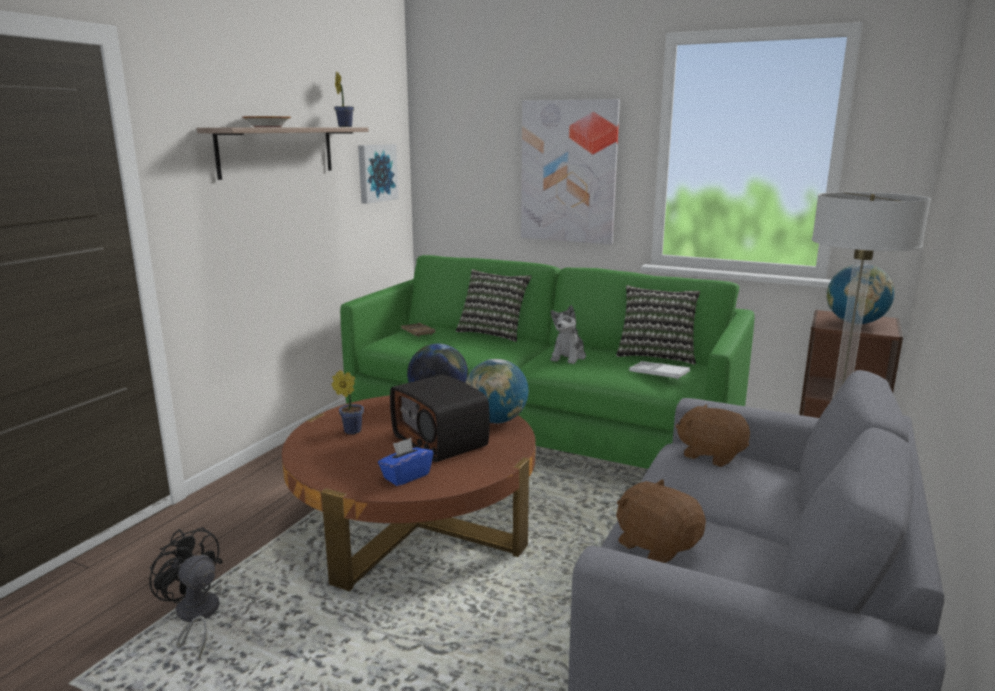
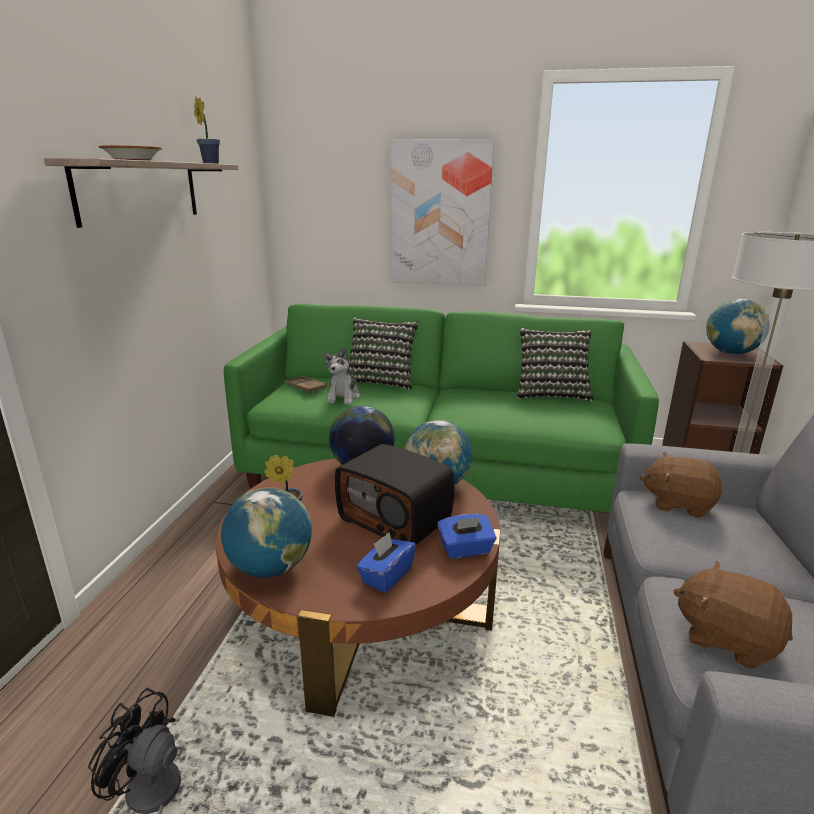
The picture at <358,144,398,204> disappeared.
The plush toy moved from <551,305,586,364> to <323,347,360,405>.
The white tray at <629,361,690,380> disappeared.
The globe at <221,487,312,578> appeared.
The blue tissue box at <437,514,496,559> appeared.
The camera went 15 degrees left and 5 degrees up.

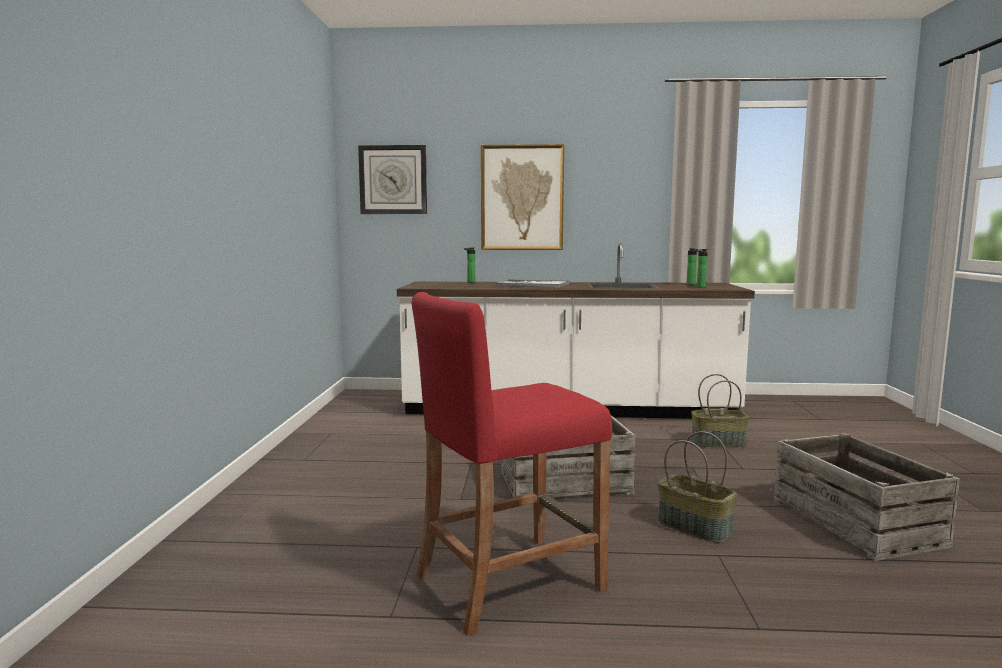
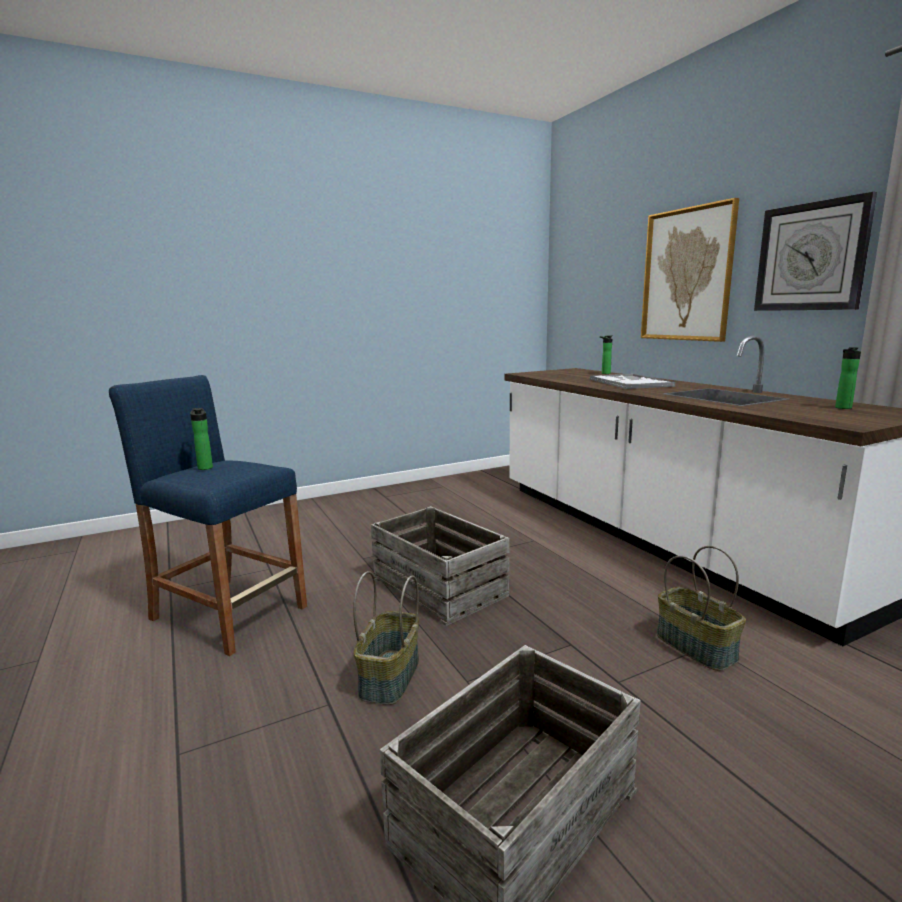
The wall clock moved from <358,145,427,214> to <754,192,877,311>.
The bottle moved from <695,249,708,288> to <190,408,213,470>.
The red stool at <412,292,612,636> became the blue stool at <109,375,307,656>.
The camera went 60 degrees right and 5 degrees up.

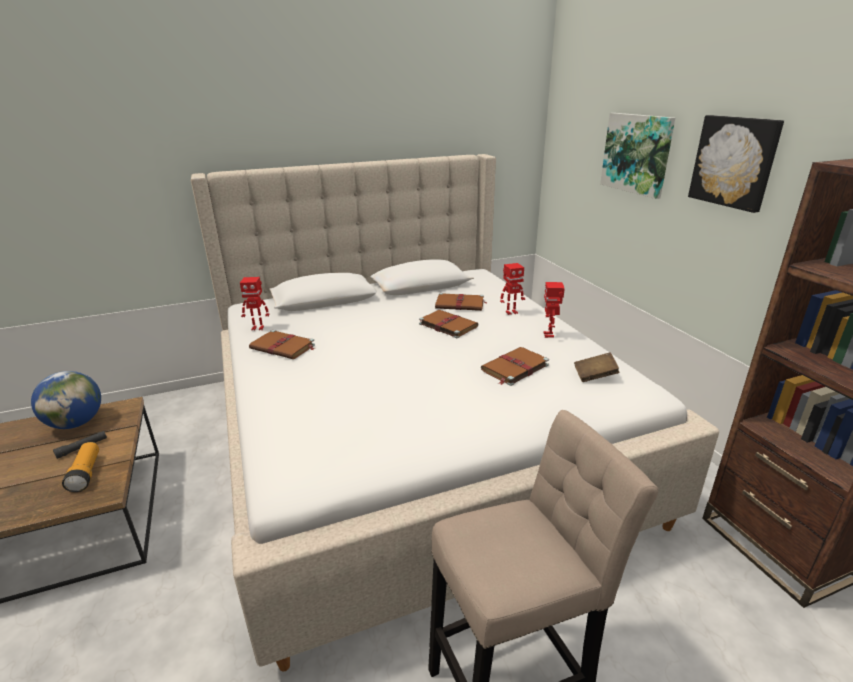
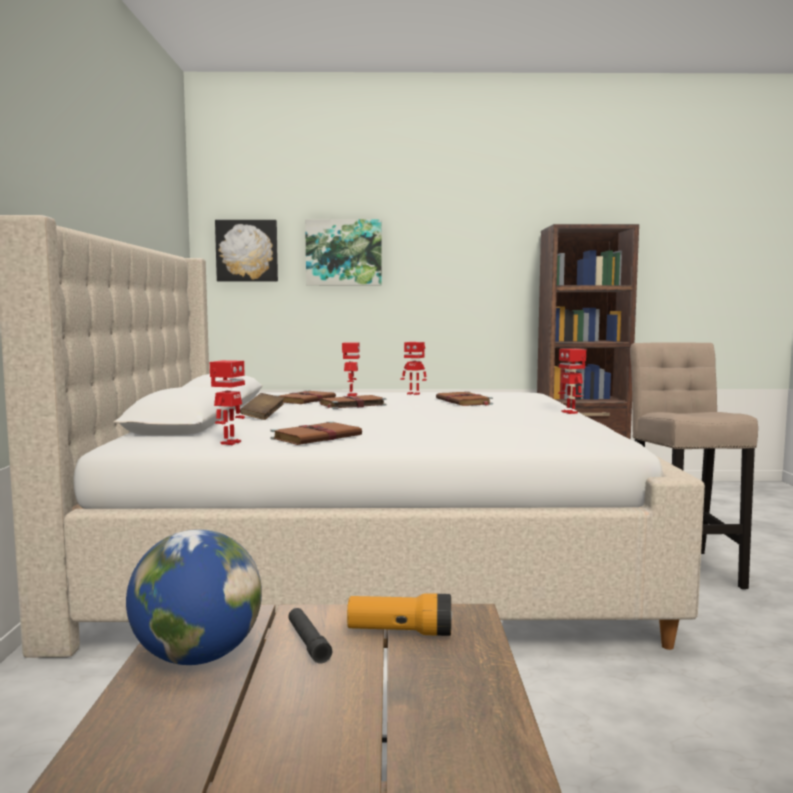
The picture moved from <688,115,784,213> to <215,220,278,282>.
The brown book moved from <574,353,619,382> to <240,393,284,420>.
The toy robot at <558,349,586,414> appeared.
The camera went 70 degrees left and 20 degrees down.

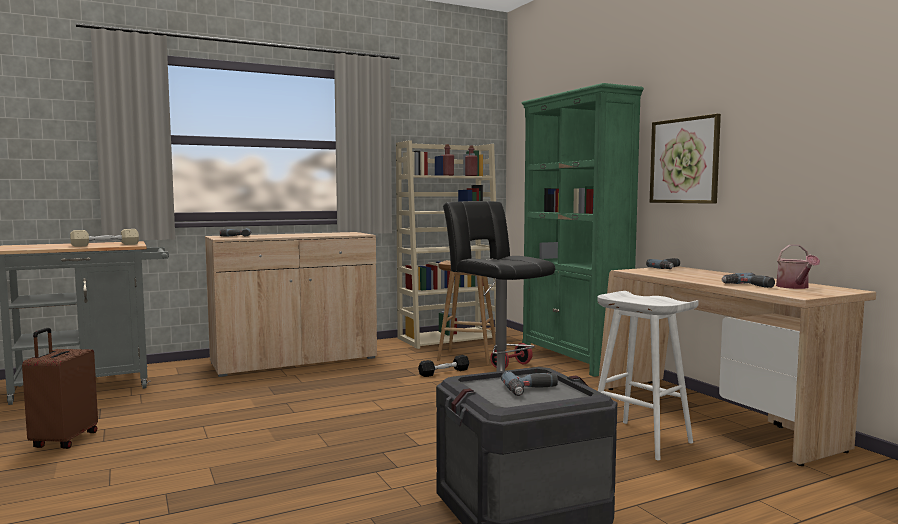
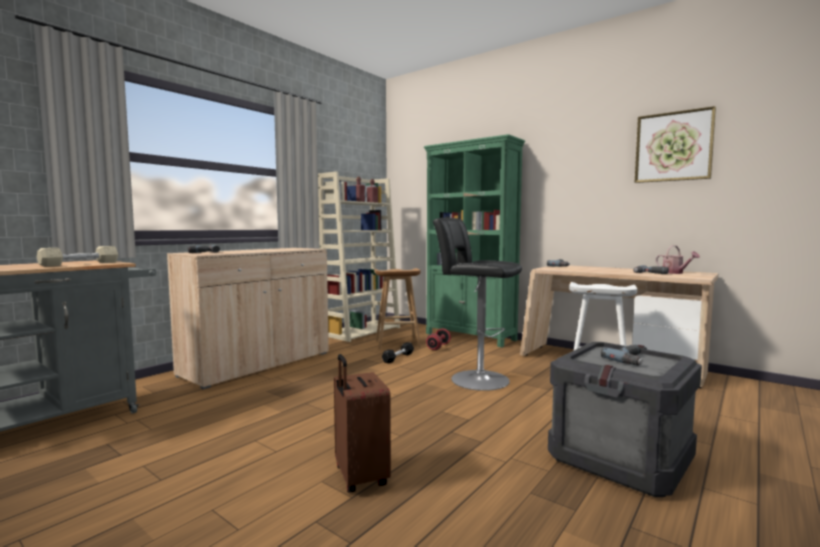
The picture moved from <650,114,721,204> to <635,106,716,183>.
The brown suitcase moved from <22,328,98,449> to <334,354,391,493>.
The camera went 25 degrees left and 0 degrees up.

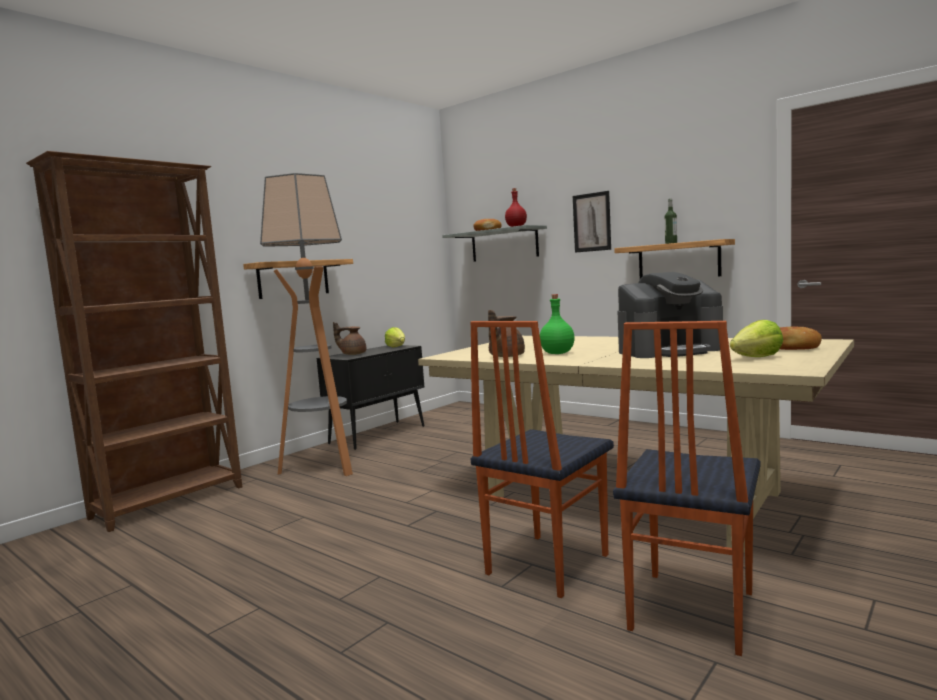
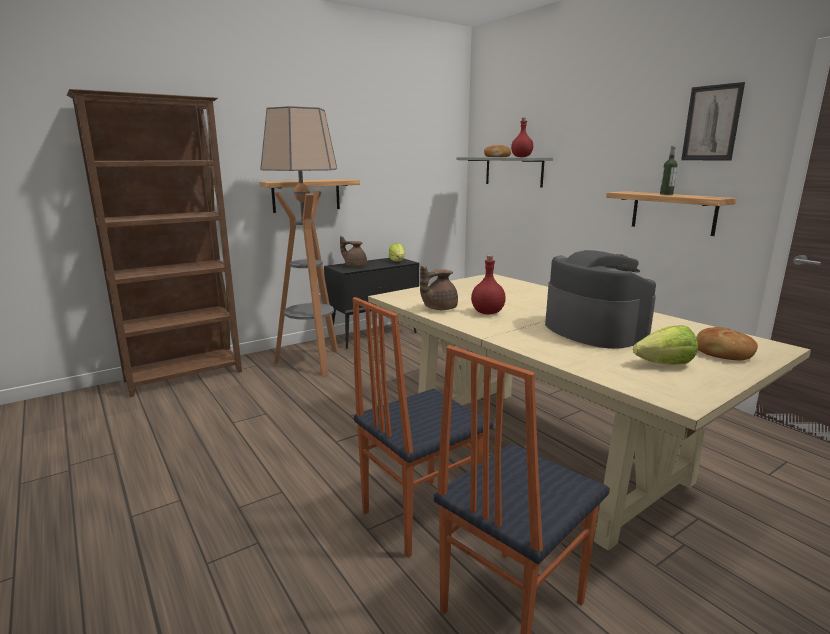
The picture moved from <573,191,611,253> to <681,82,745,161>.
The coffee machine at <617,272,723,358> turned 120 degrees counterclockwise.
The green bottle at <540,294,575,354> became the red bottle at <471,255,506,315>.
The camera went 15 degrees right and 10 degrees up.

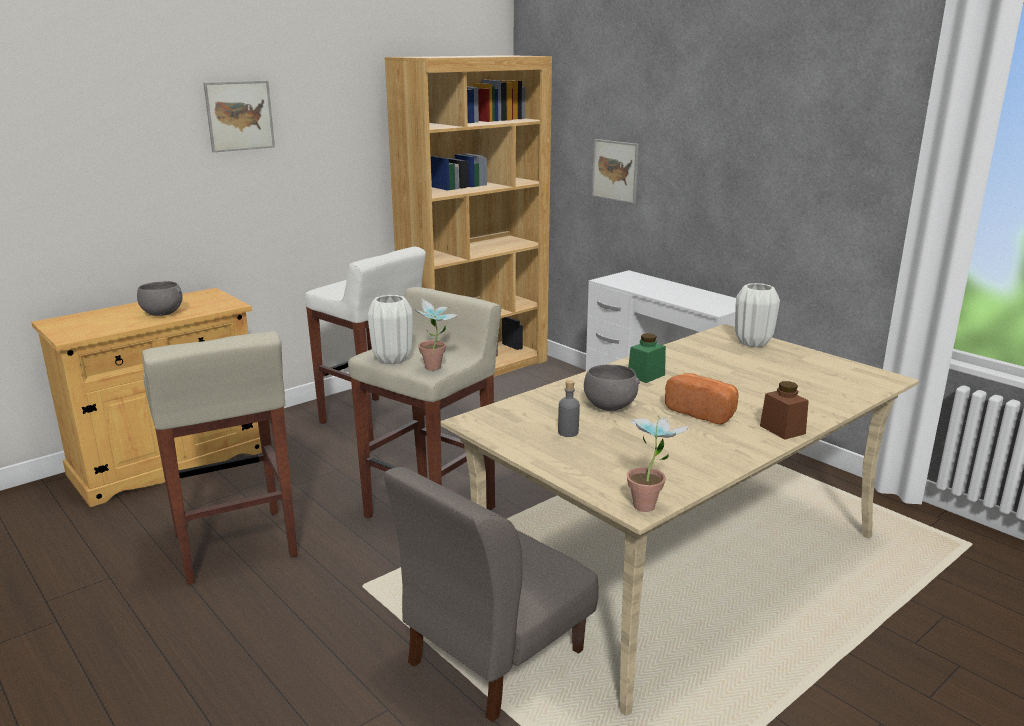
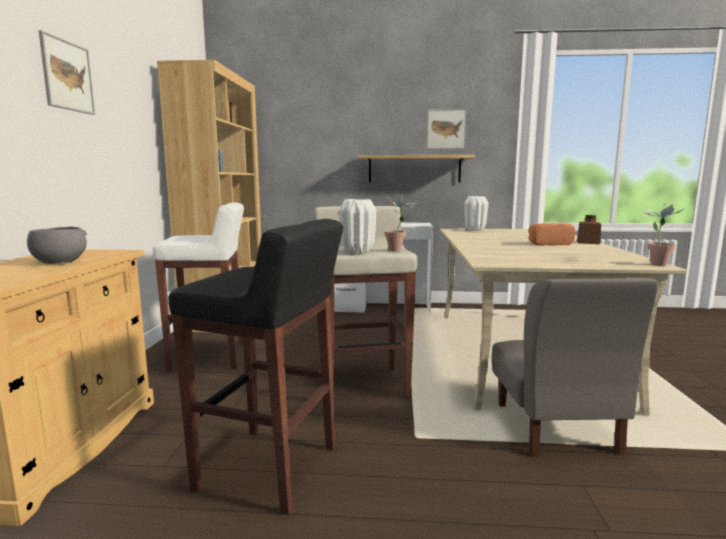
The picture moved from <592,139,639,204> to <427,109,467,149>.
The beige stool at <142,331,298,585> became the black stool at <169,219,343,515>.
The green jar at <628,333,666,383> disappeared.
The grey bowl at <584,365,640,411> disappeared.
The grey bottle at <558,380,580,437> disappeared.
The shelf at <358,155,475,182> appeared.
The camera went 45 degrees left and 10 degrees down.

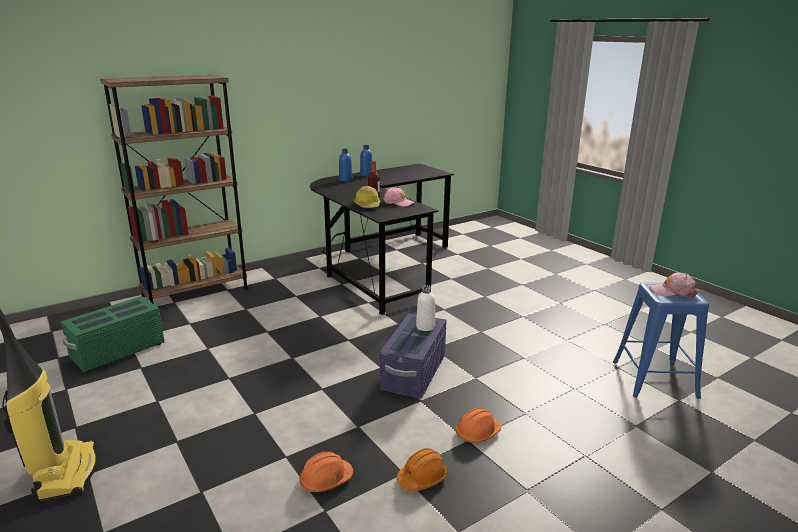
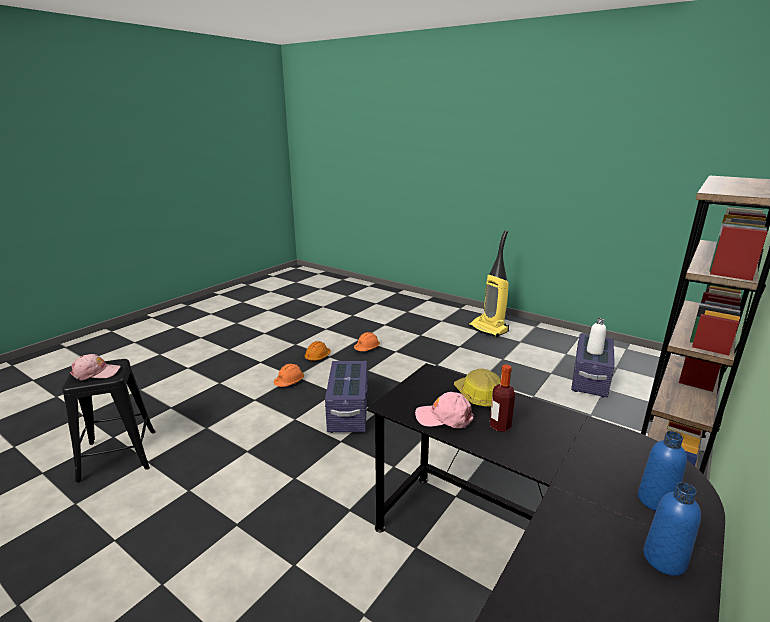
The blue stool at <613,282,709,399> became the black stool at <62,359,156,484>.
The white bottle moved from <416,285,435,331> to <587,318,606,355>.
The green storage box at <61,296,165,372> became the purple storage box at <571,334,614,397>.
The camera went 160 degrees right and 0 degrees up.

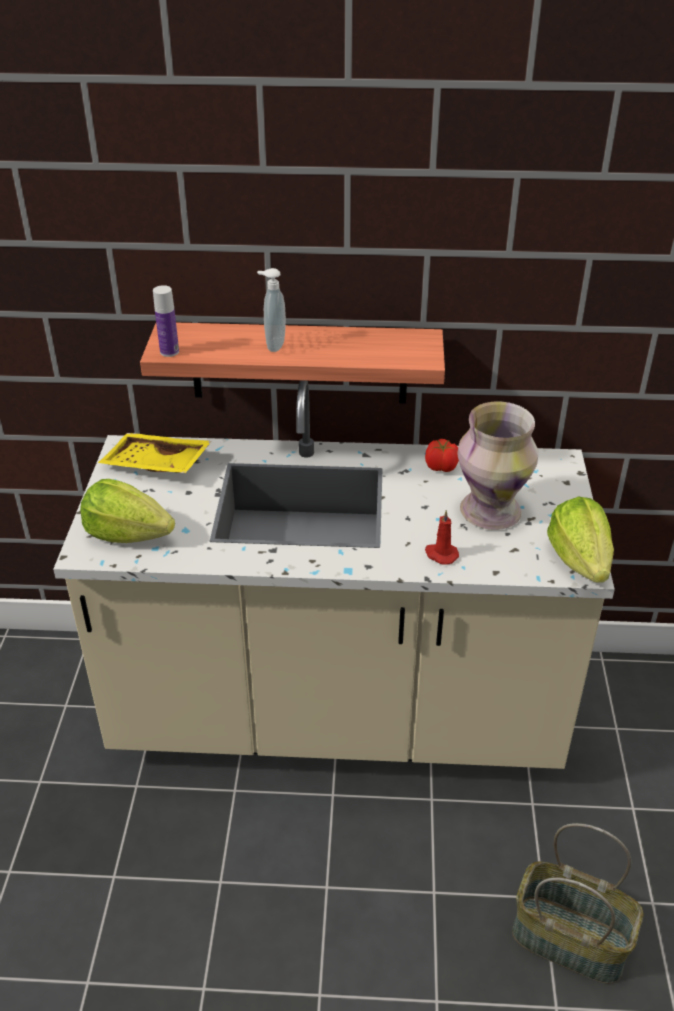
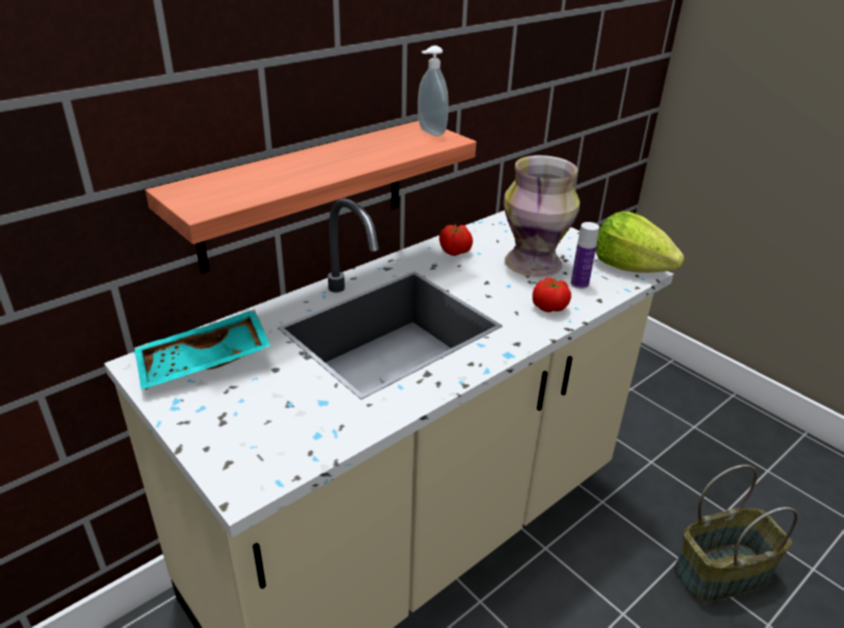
The soap dispenser moved from <257,268,286,352> to <418,45,448,136>.
The bottle moved from <153,285,179,357> to <571,222,599,289>.
The yellow tray at <98,433,212,473> became the turquoise tray at <134,309,271,389>.
The lettuce at <80,479,175,543> disappeared.
The red candle at <425,510,459,565> was replaced by the tomato at <532,278,571,312>.
The camera went 45 degrees left and 5 degrees down.

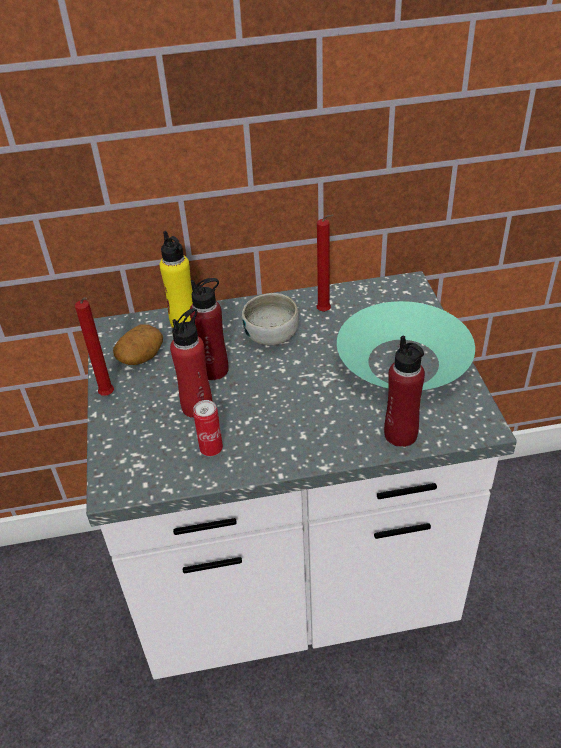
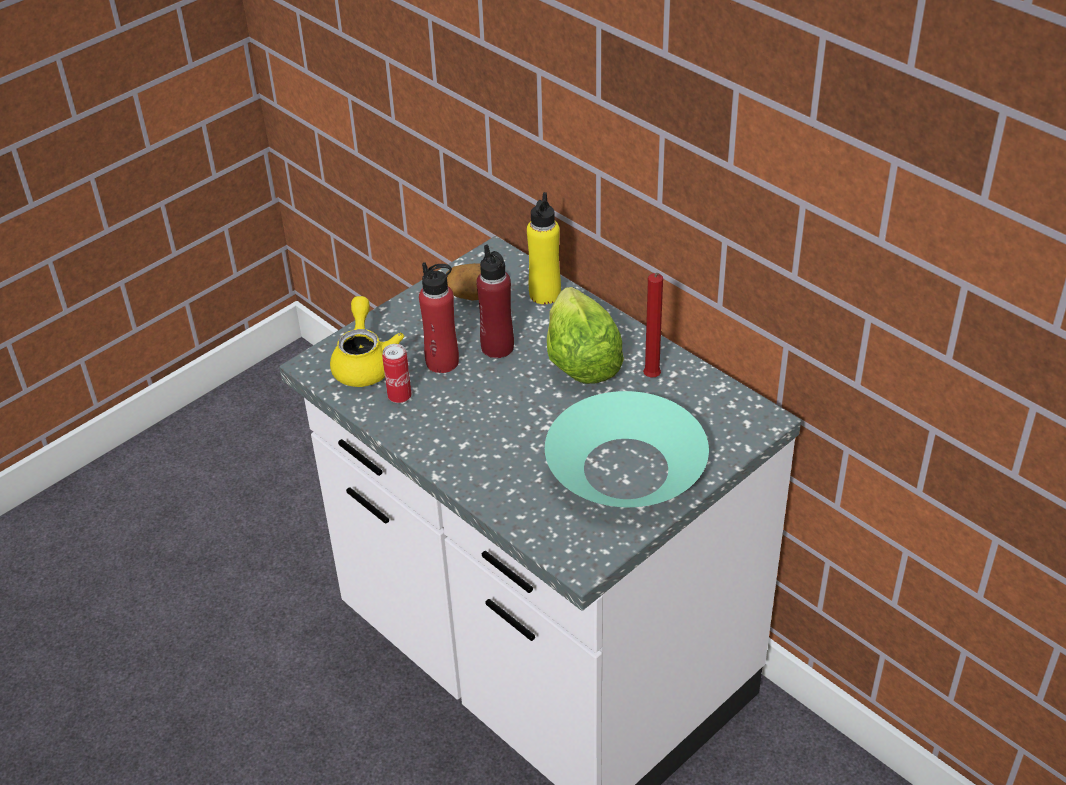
The bowl at <242,293,299,346> was replaced by the lettuce at <547,287,624,384>.
The red candle at <75,297,114,396> disappeared.
The red bottle at <384,335,425,447> disappeared.
The yellow teapot at <330,296,404,387> appeared.
The camera went 55 degrees right and 0 degrees up.

